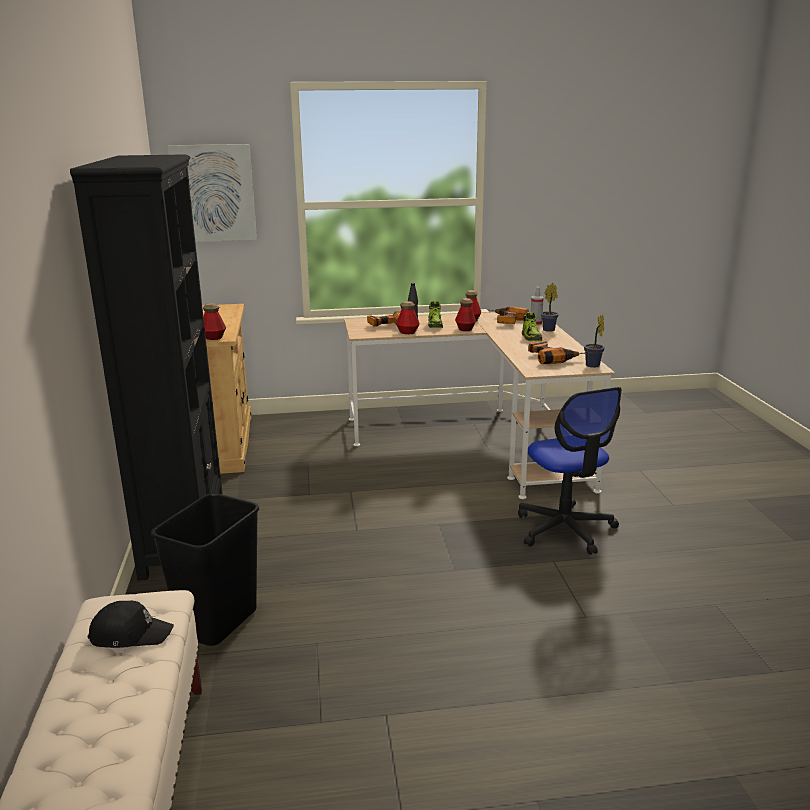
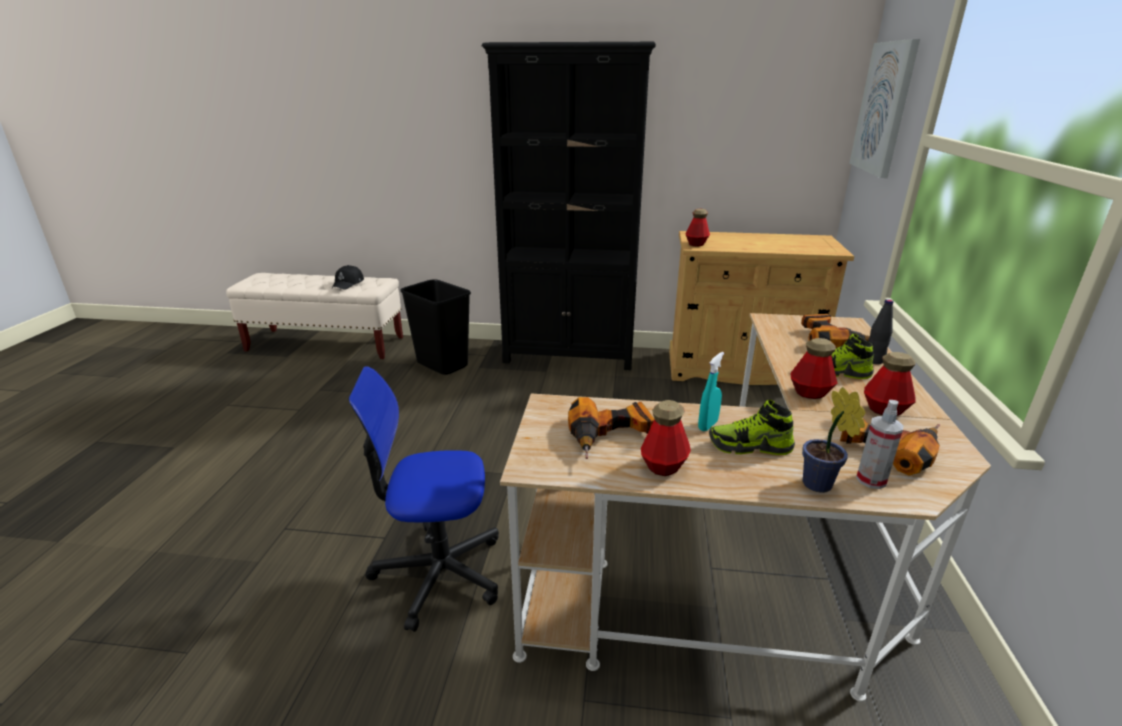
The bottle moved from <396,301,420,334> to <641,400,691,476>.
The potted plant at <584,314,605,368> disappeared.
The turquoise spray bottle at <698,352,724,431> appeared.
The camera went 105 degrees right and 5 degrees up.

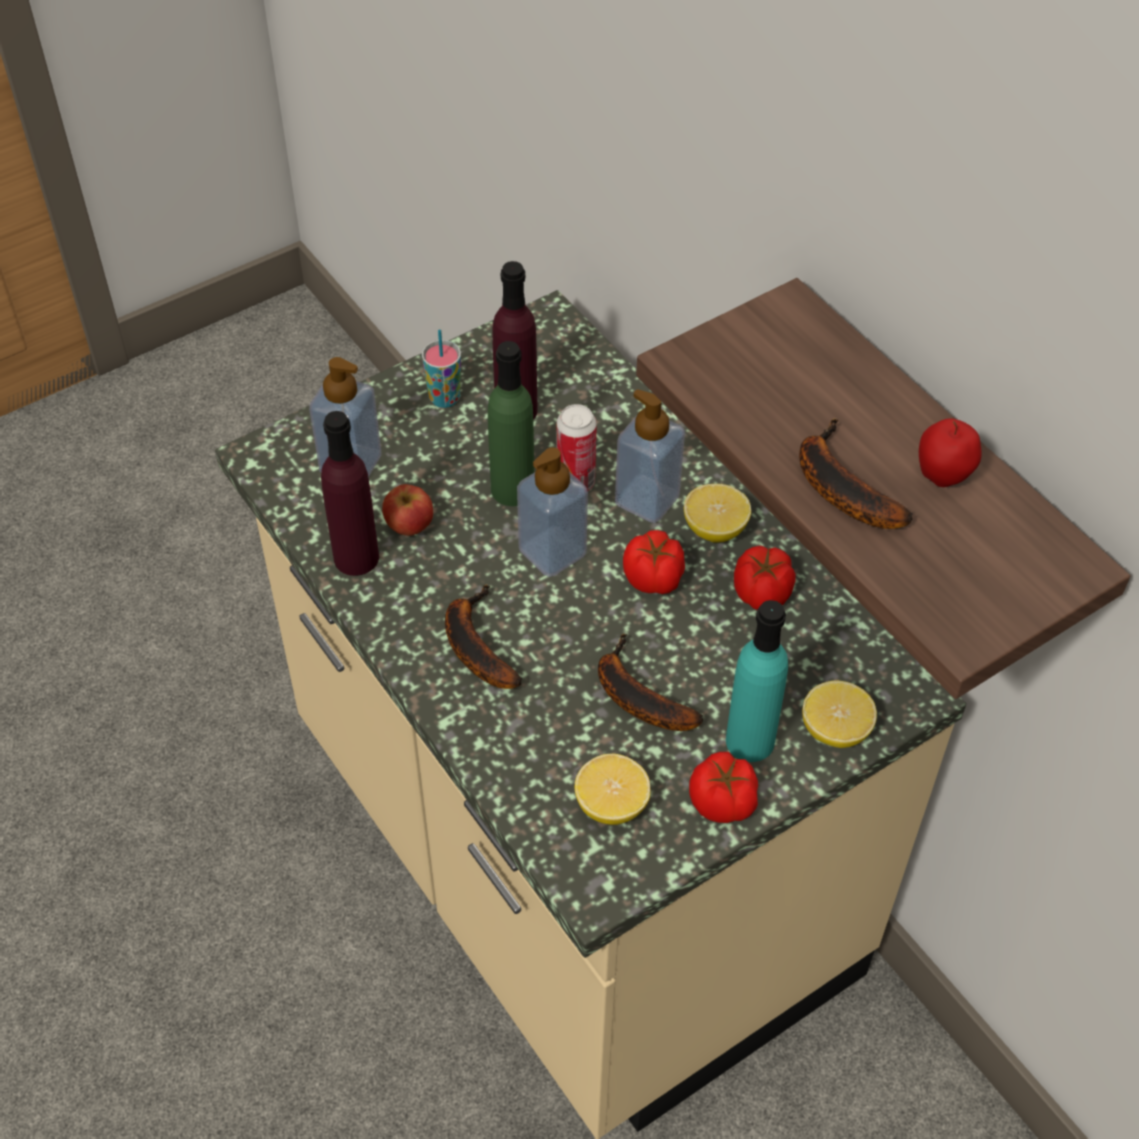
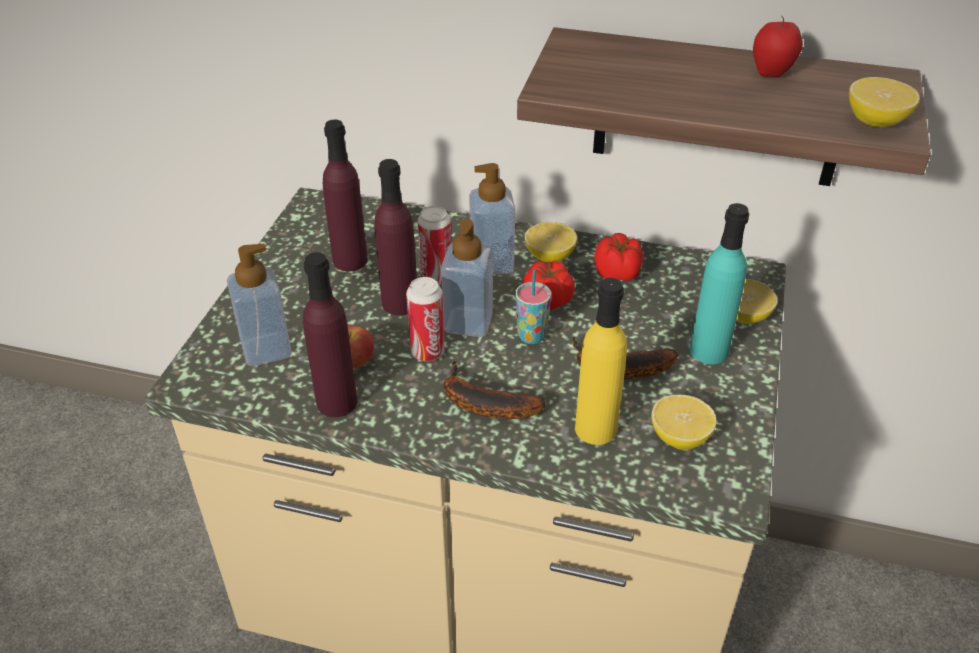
The cup moved from <422,329,461,408> to <515,269,551,344>.
The green bottle at <488,341,534,506> became the purple bottle at <375,159,417,315>.
The banana at <799,418,913,529> disappeared.
The tomato at <689,752,758,823> disappeared.
The lemon at <849,77,920,128> appeared.
The can at <406,277,445,361> appeared.
The yellow bottle at <575,278,627,445> appeared.
The camera went 40 degrees left and 10 degrees down.

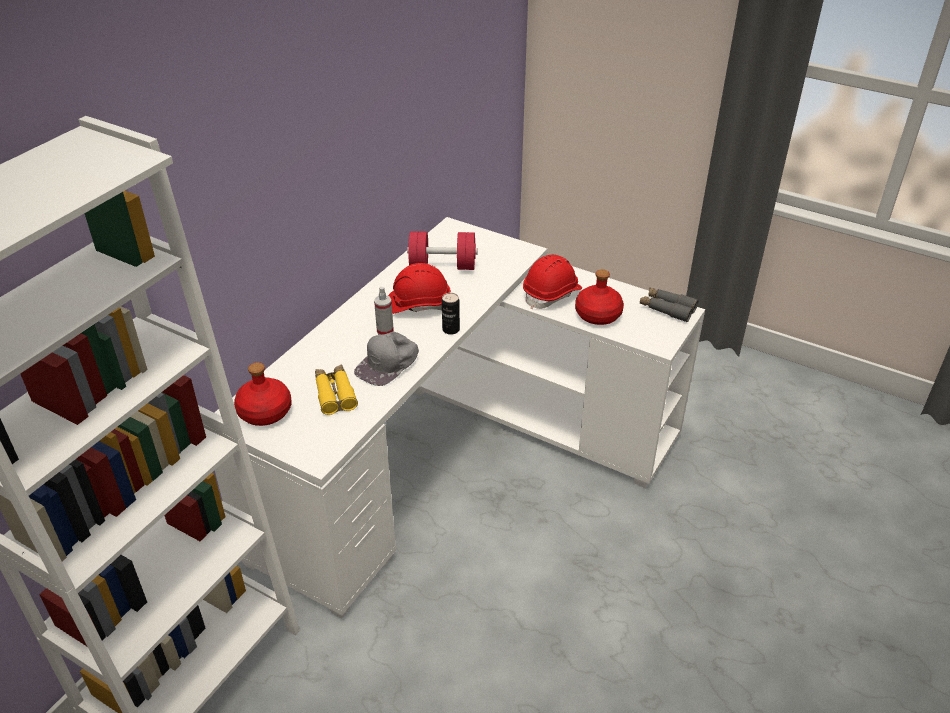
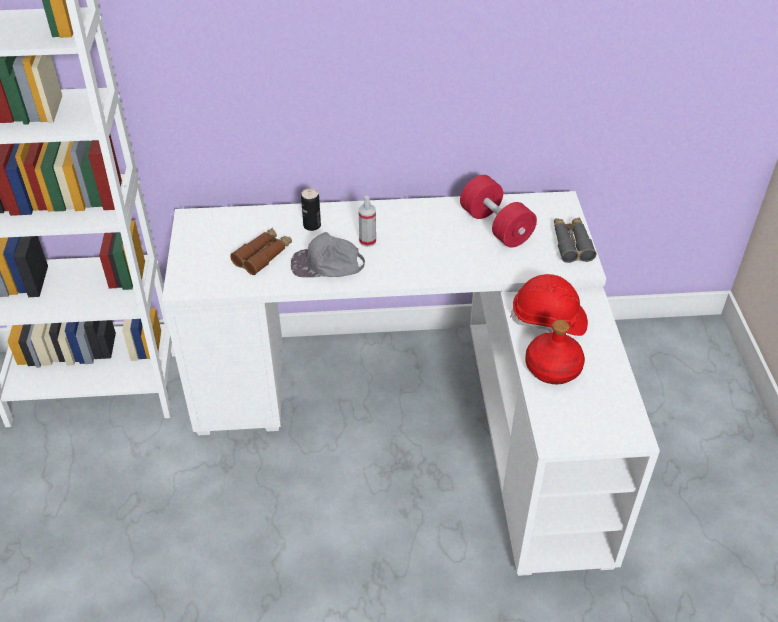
The red hard hat at <388,263,451,314> disappeared.
The grey binoculars moved from <640,287,698,322> to <554,217,597,263>.
The can moved from <442,293,460,335> to <301,188,321,231>.
The red bottle at <234,362,291,426> disappeared.
The yellow binoculars at <315,364,358,415> became the brown binoculars at <230,228,292,275>.
The camera went 55 degrees right and 5 degrees up.

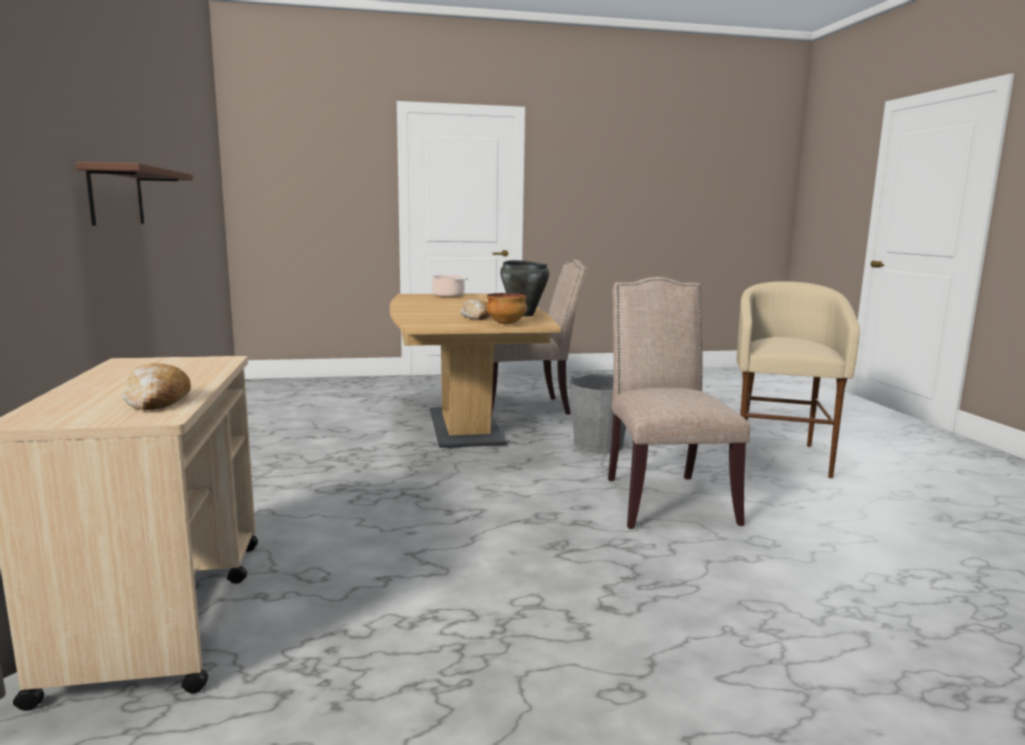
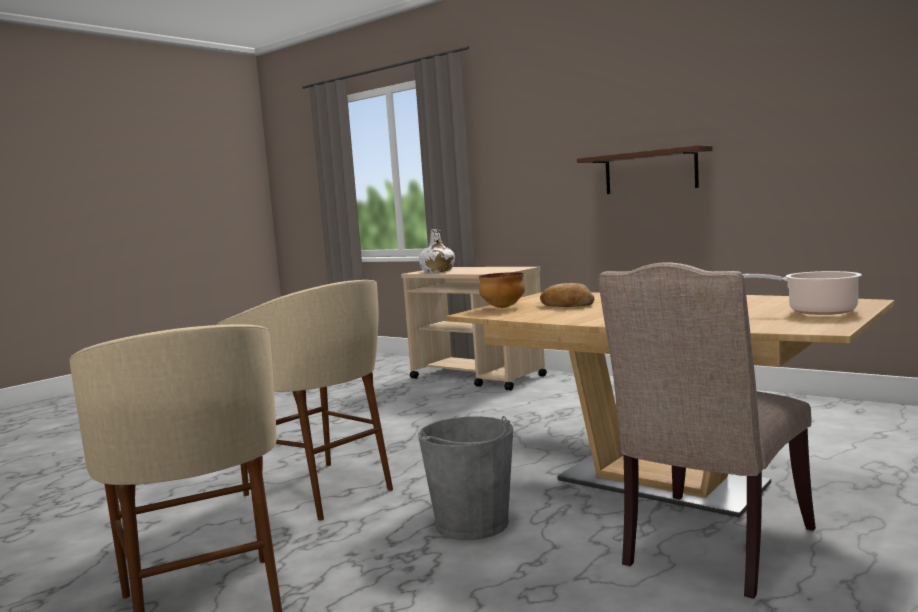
The black cooking pot at <500,260,549,317> disappeared.
The beige chair at <608,277,750,529> was replaced by the beige stool at <216,280,393,521>.
The bread at <121,363,191,410> was replaced by the white bottle at <419,229,455,273>.
The camera went 140 degrees right and 5 degrees down.

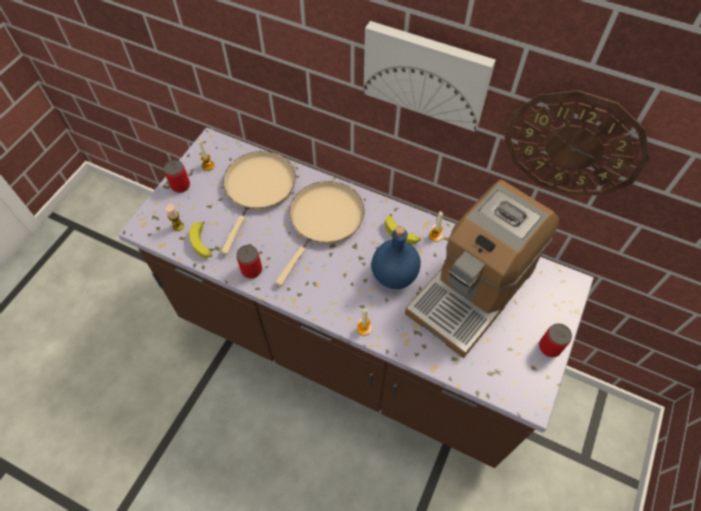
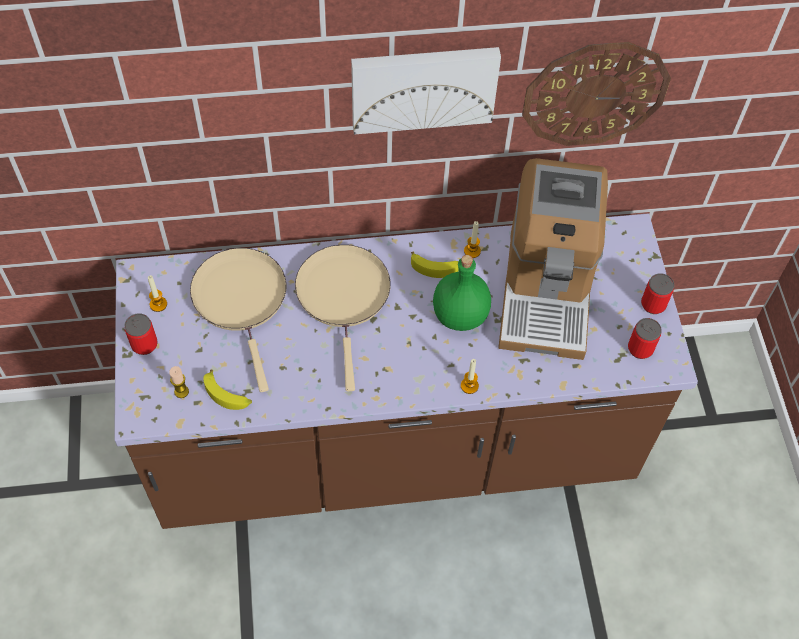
The blue bottle at <371,226,421,289> became the green bottle at <433,255,491,331>.
The can moved from <237,245,262,278> to <628,318,662,359>.
The camera went 35 degrees left and 0 degrees up.

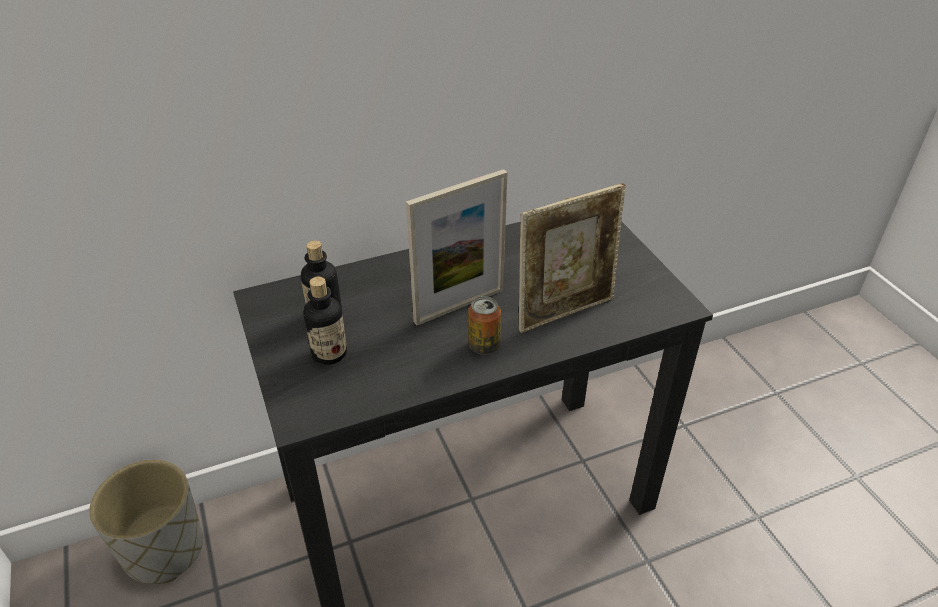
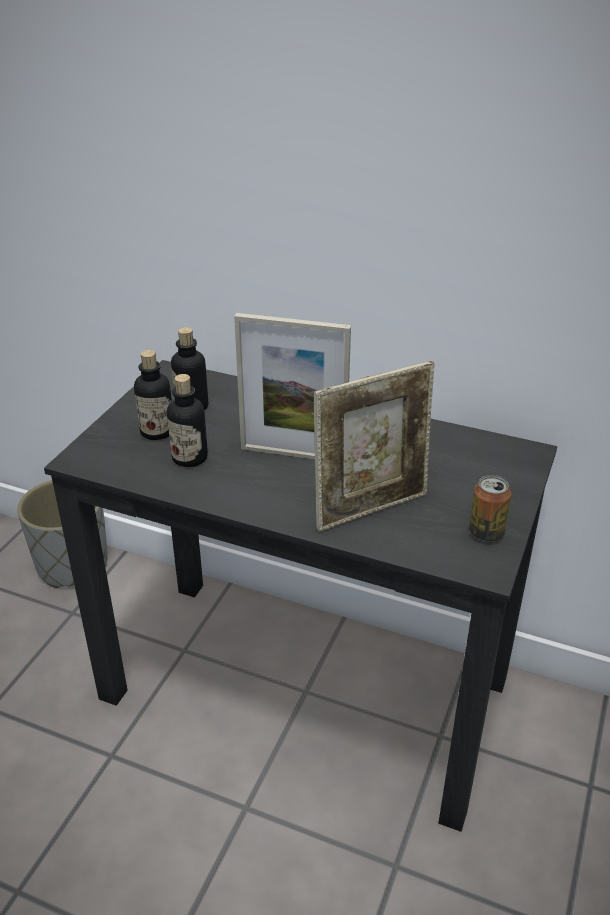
The picture frame at <519,183,626,333> turned 45 degrees counterclockwise.
The can moved from <468,296,501,355> to <469,475,511,541>.
The bottle at <167,374,208,467> appeared.
The camera went 45 degrees right and 5 degrees down.

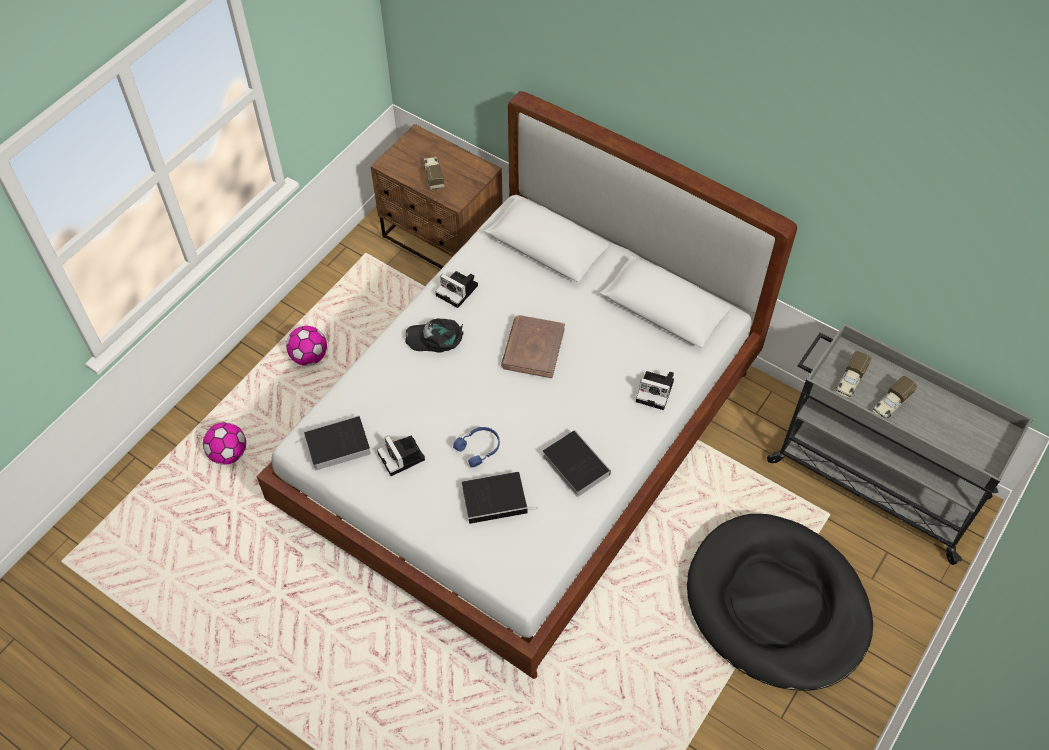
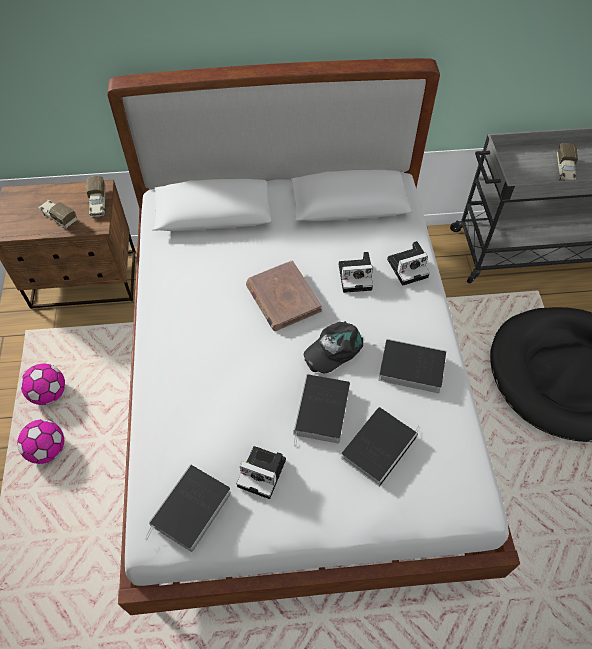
The photo camera moved from <435,271,478,308> to <338,252,373,293>.
The black cap moved from <405,319,464,353> to <304,321,363,374>.
The toy truck moved from <835,351,872,398> to <87,176,106,218>.
The football moved from <203,422,246,465> to <21,364,65,405>.
The blue headphones at <453,427,500,468> was replaced by the book at <293,374,350,447>.
The camera went 40 degrees left and 0 degrees up.

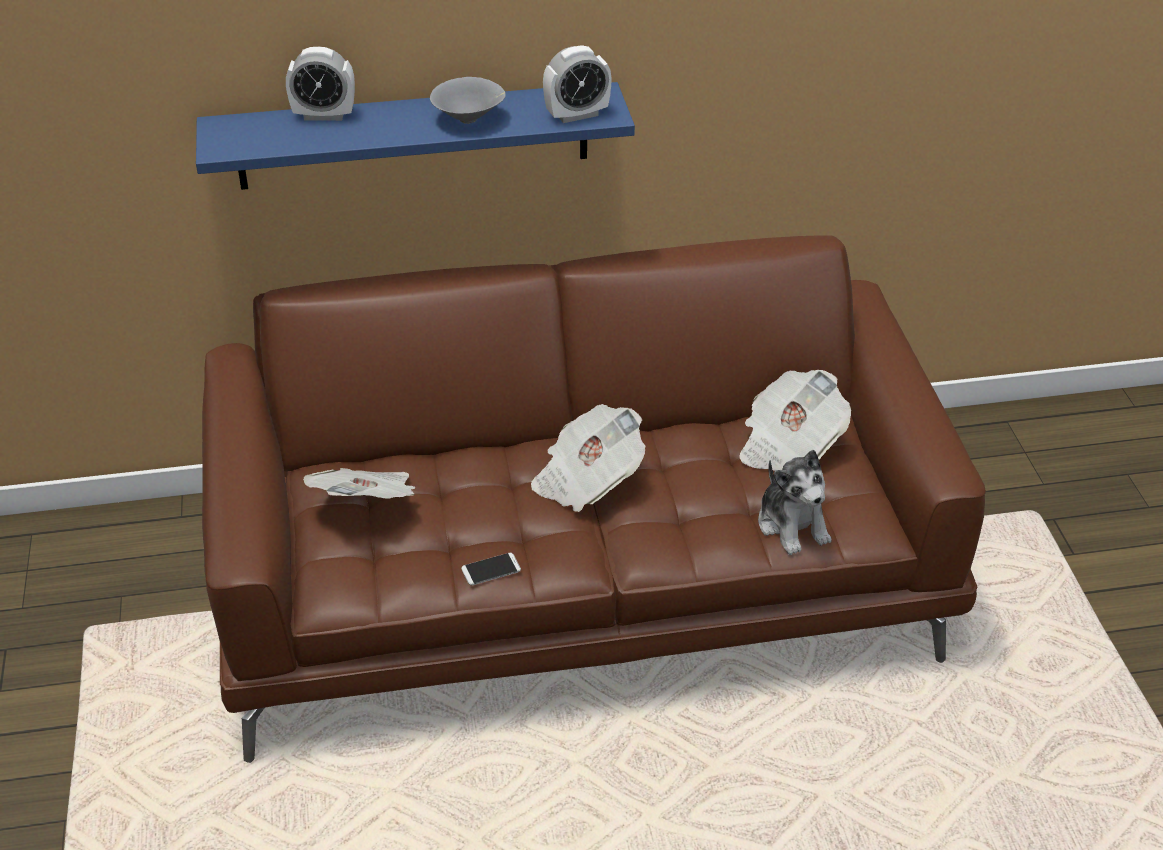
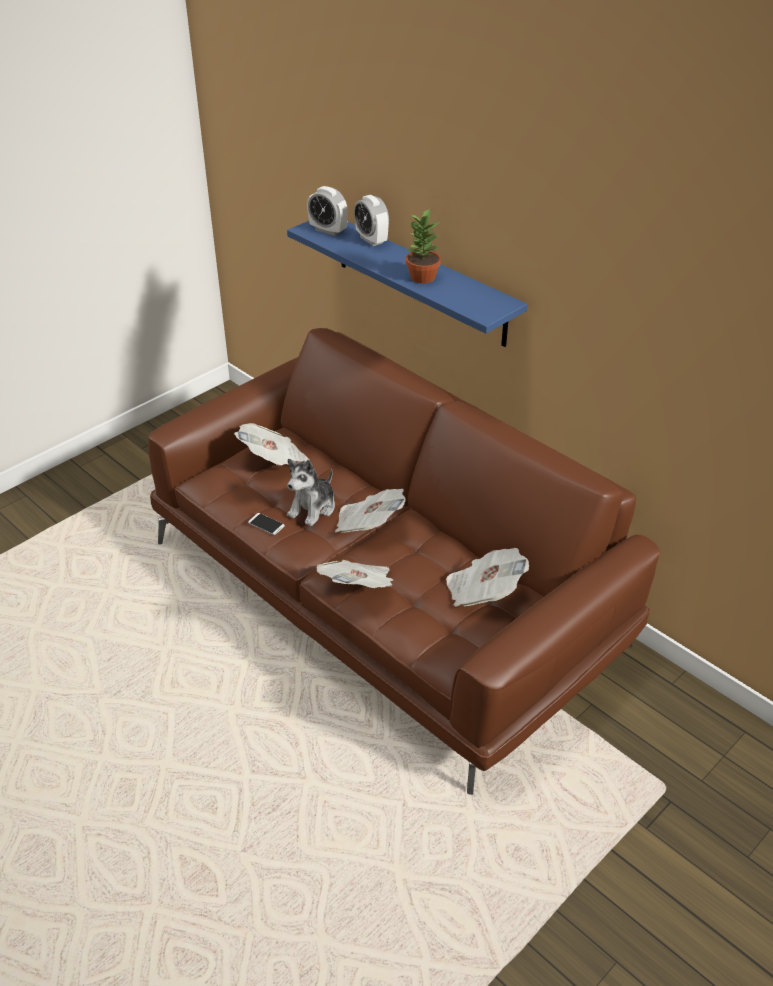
The alarm clock moved from <543,45,612,123> to <307,186,348,236>.
The grey bowl at <430,77,506,124> was replaced by the potted plant at <406,208,441,284>.
The plush toy moved from <758,450,831,555> to <287,459,335,526>.
The newspaper at <316,560,393,588> appeared.
The camera went 55 degrees right and 0 degrees up.

